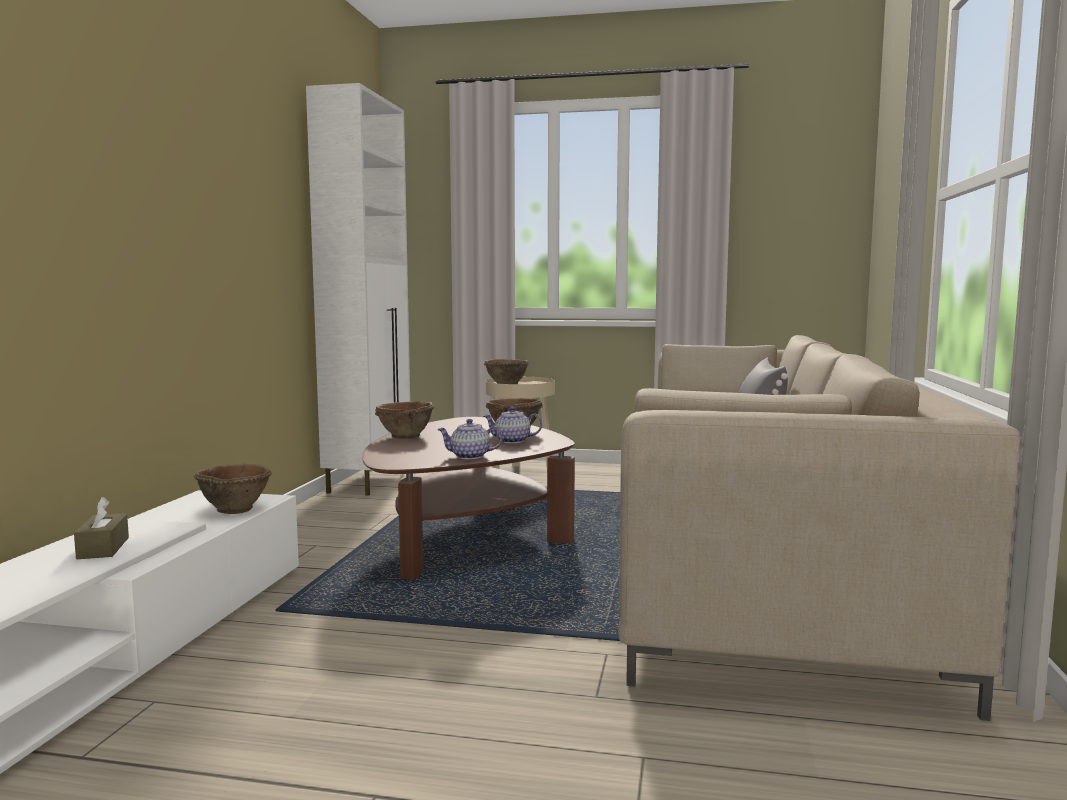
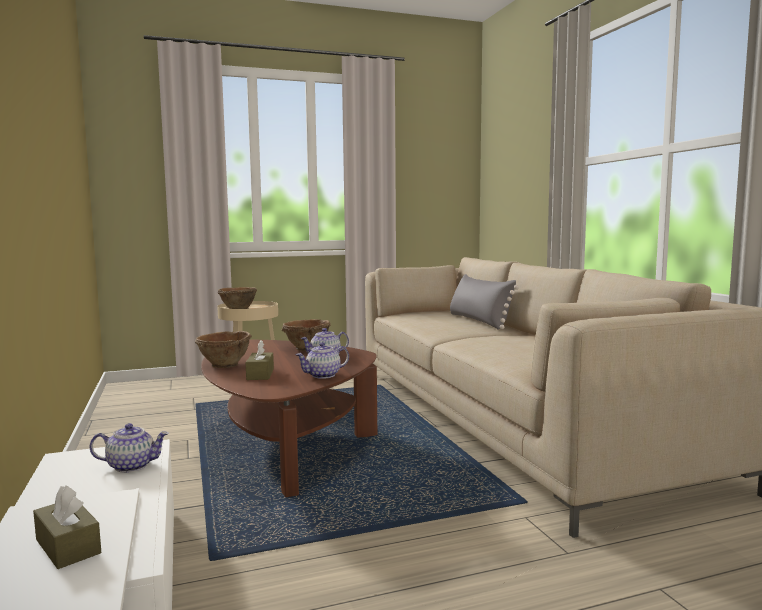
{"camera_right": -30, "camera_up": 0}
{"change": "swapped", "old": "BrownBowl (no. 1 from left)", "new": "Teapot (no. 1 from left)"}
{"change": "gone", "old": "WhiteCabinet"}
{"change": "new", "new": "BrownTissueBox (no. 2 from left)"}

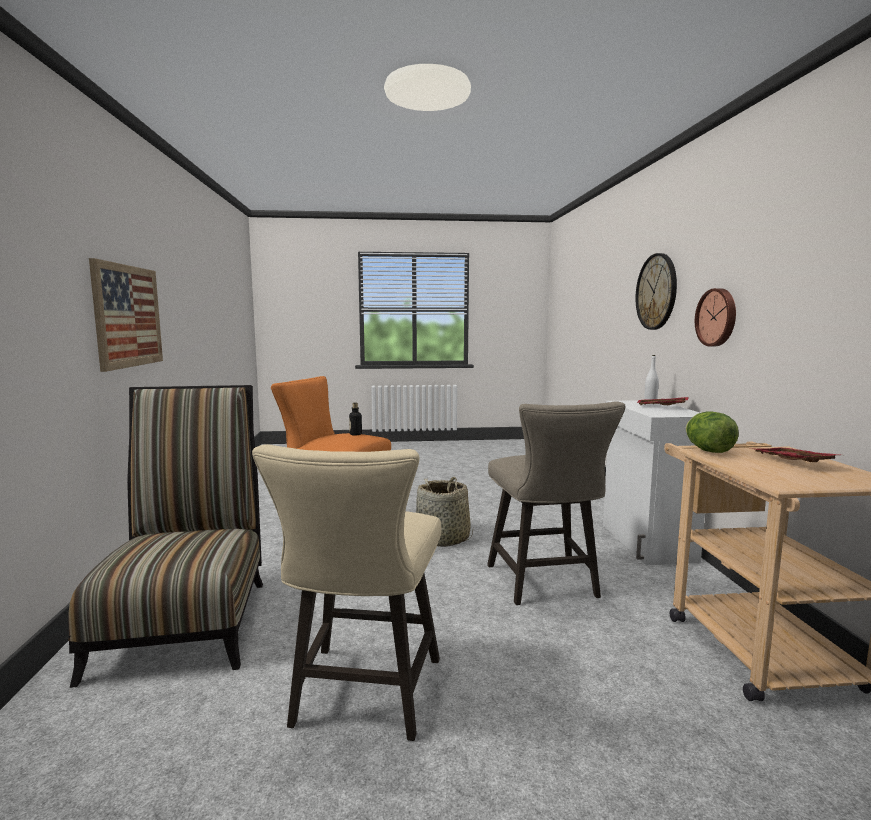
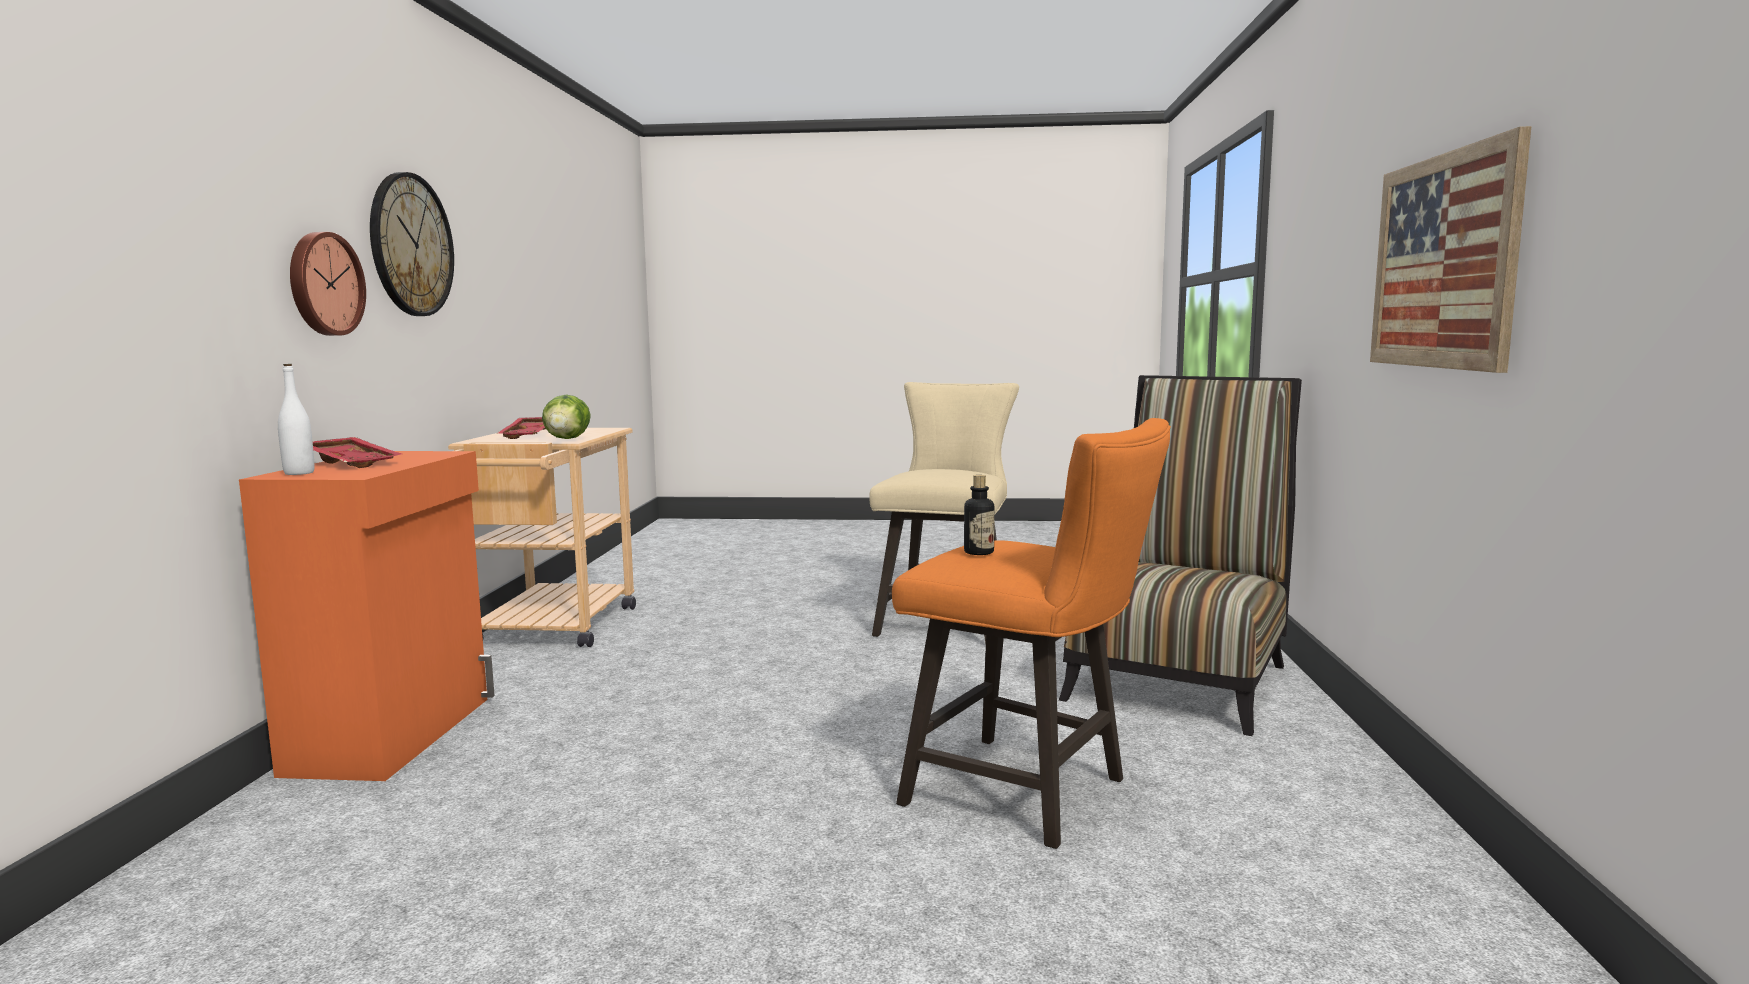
{"camera_right": -170, "camera_up": 0}
{"change": "rotated", "old": "Chair", "degrees": -150}
{"change": "gone", "old": "Basket"}
{"change": "gone", "old": "BeigeStool (no. 2 from left)"}
{"change": "repainted", "old": "WhiteCabinet", "new": "OrangeCabinet"}
{"change": "shifted", "old": "WallClock (no. 1 from left in the first image)", "new": "WallClock (no. 2 from left)"}

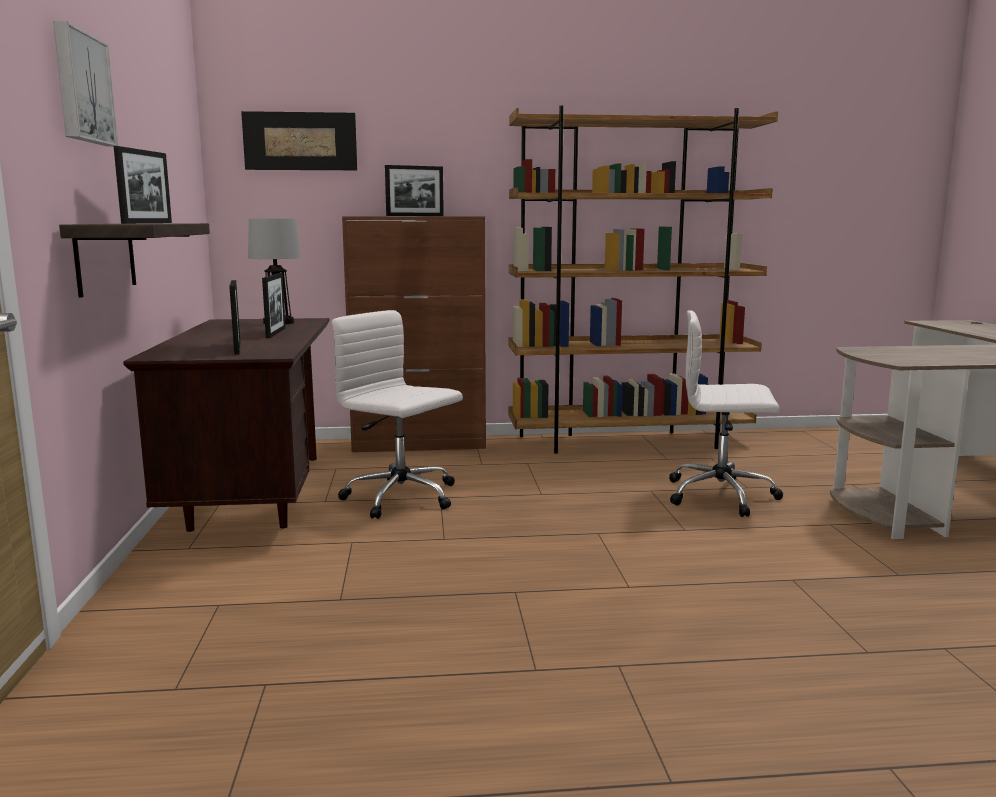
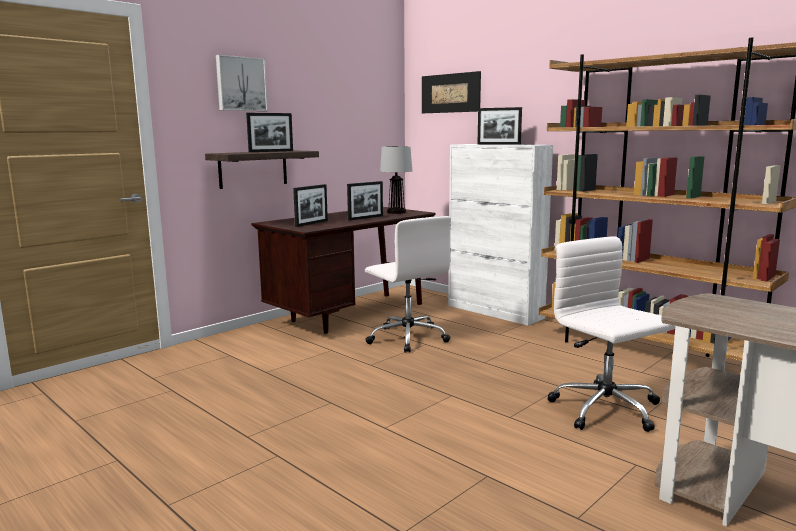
{"camera_right": 50, "camera_up": 0}
{"change": "rotated", "old": "WhiteOfficeChair (no. 1 from left)", "degrees": 150}
{"change": "repainted", "old": "BrownCabinet", "new": "WhiteCabinet"}

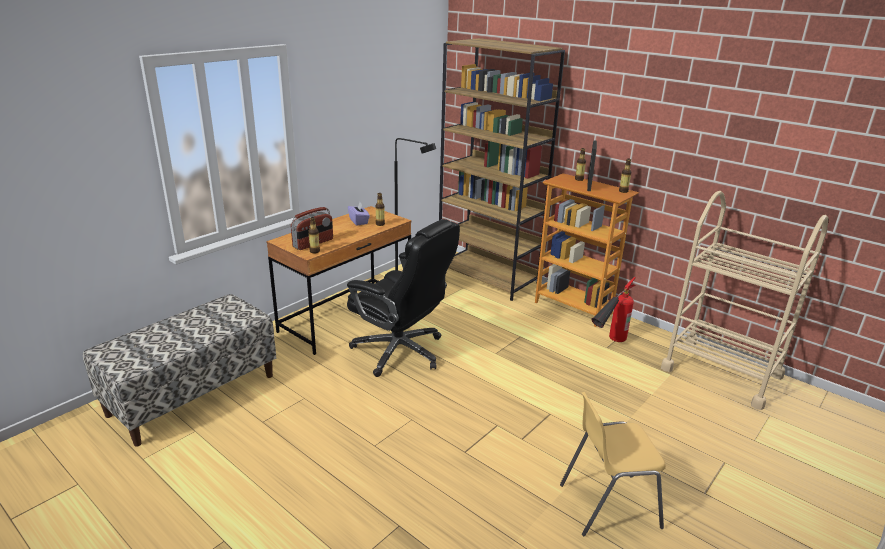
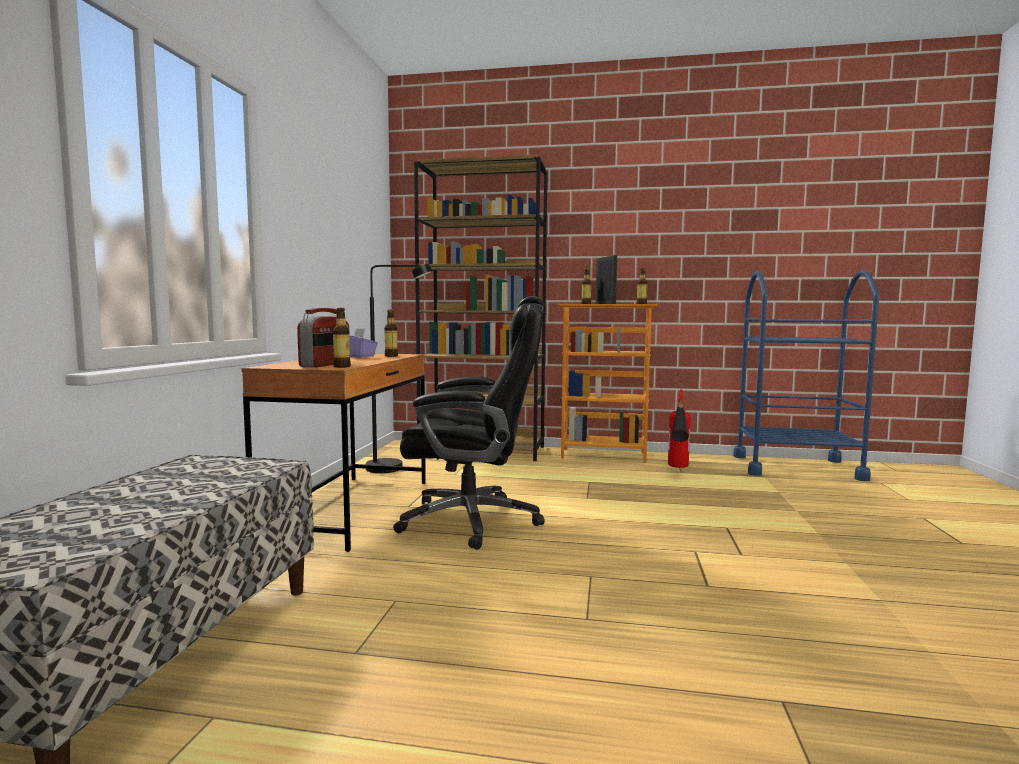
{"camera_right": -30, "camera_up": -20}
{"change": "gone", "old": "YellowChair"}
{"change": "repainted", "old": "BeigeCart", "new": "BlueCart"}

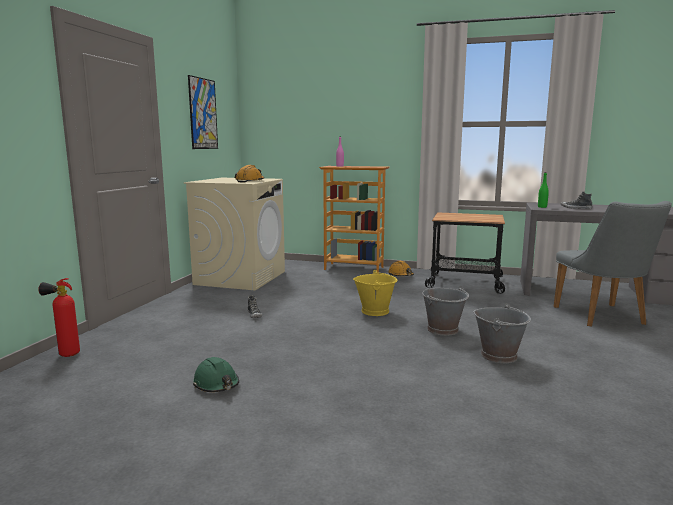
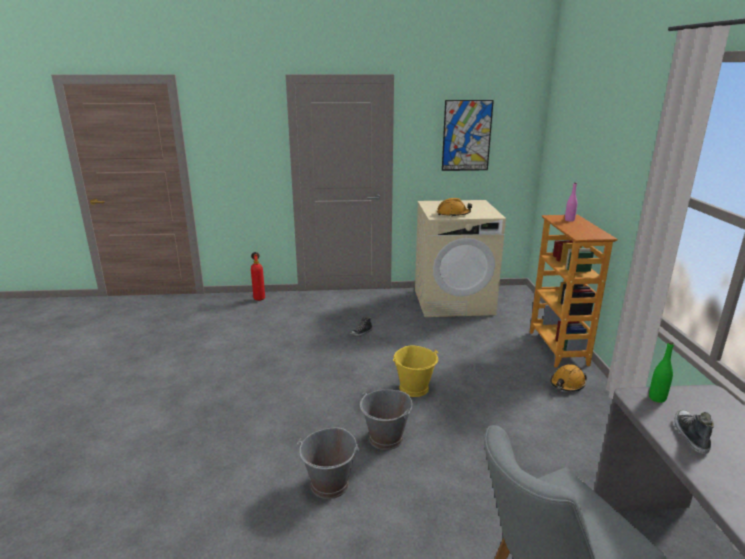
{"camera_right": 70, "camera_up": 10}
{"change": "gone", "old": "GreenHardHat"}
{"change": "gone", "old": "Cart"}

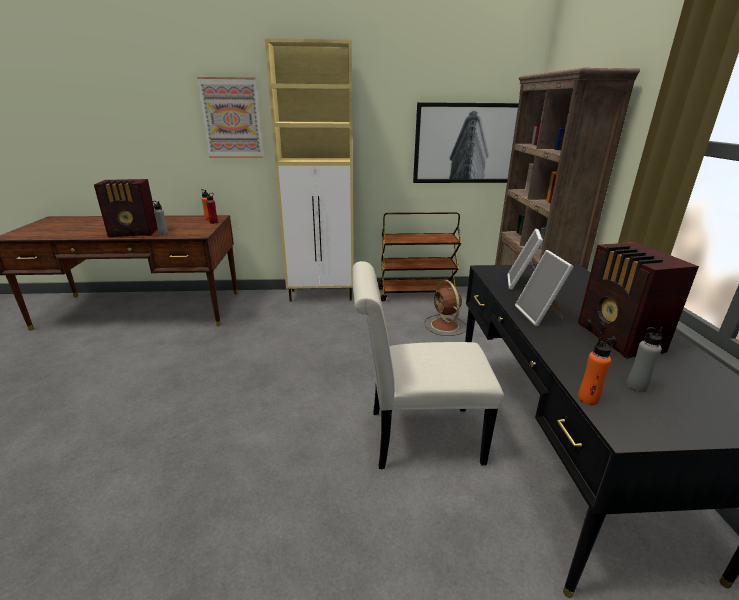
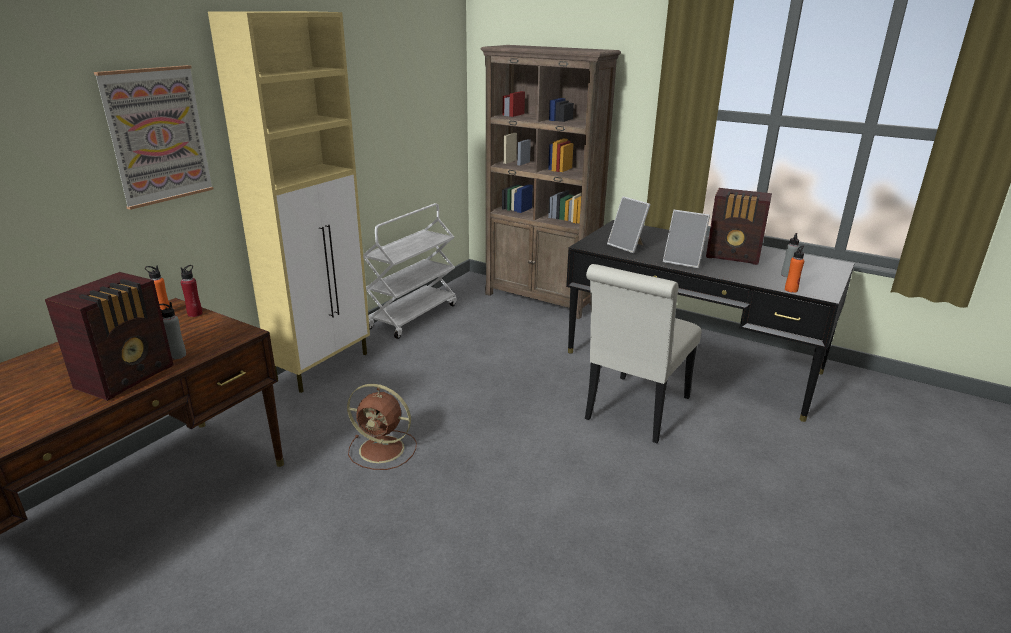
{"camera_right": -55, "camera_up": 0}
{"change": "repainted", "old": "BrownCart", "new": "WhiteCart"}
{"change": "gone", "old": "Picture (no. 2 from left)"}
{"change": "shifted", "old": "BrownFan"}

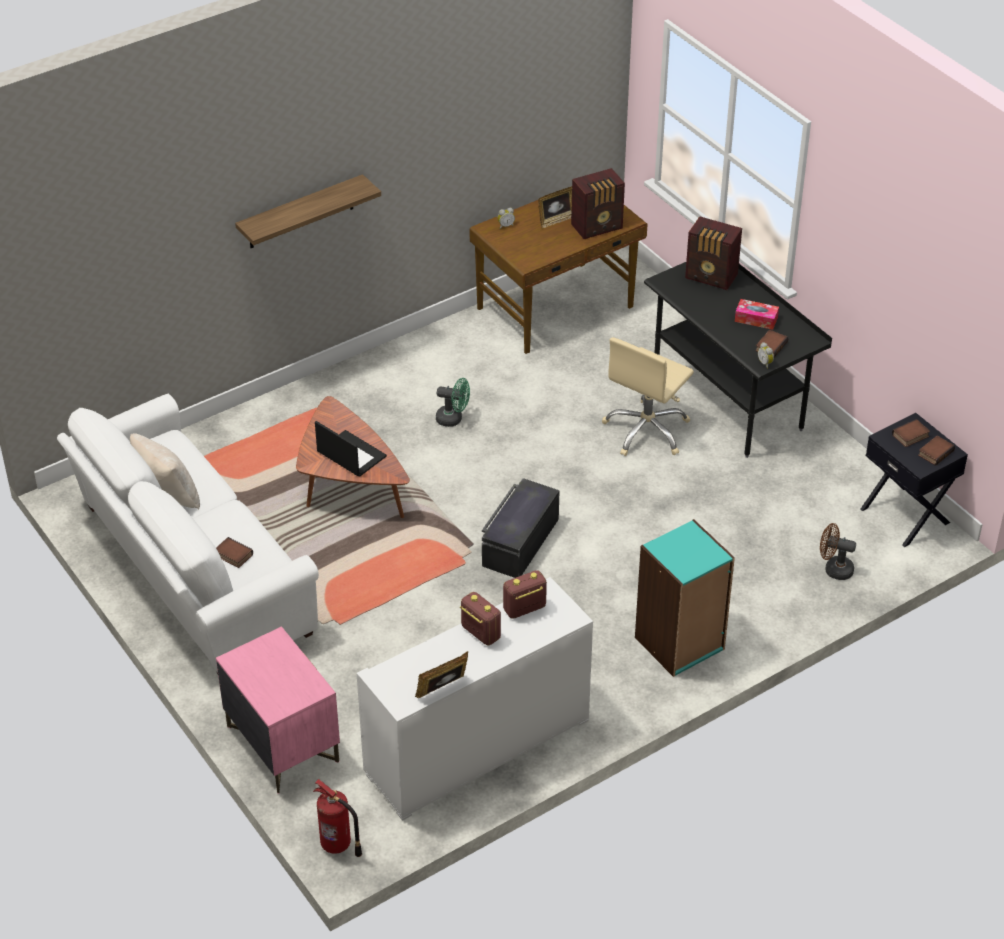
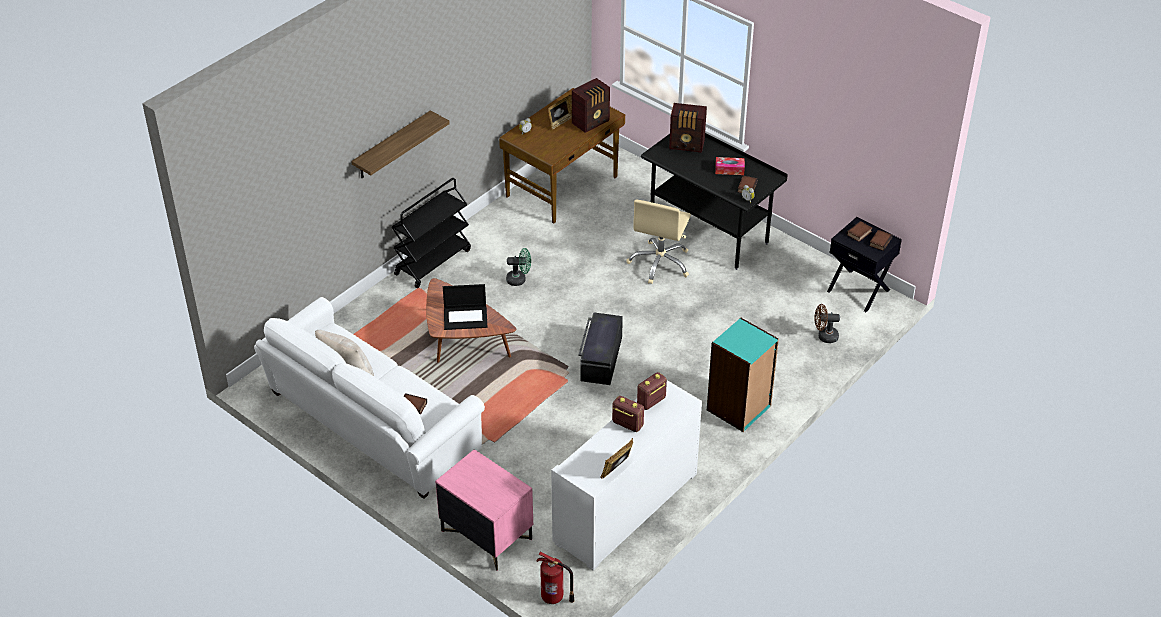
{"camera_right": -15, "camera_up": 0}
{"change": "rotated", "old": "Laptop", "degrees": 150}
{"change": "new", "new": "BlackCart"}

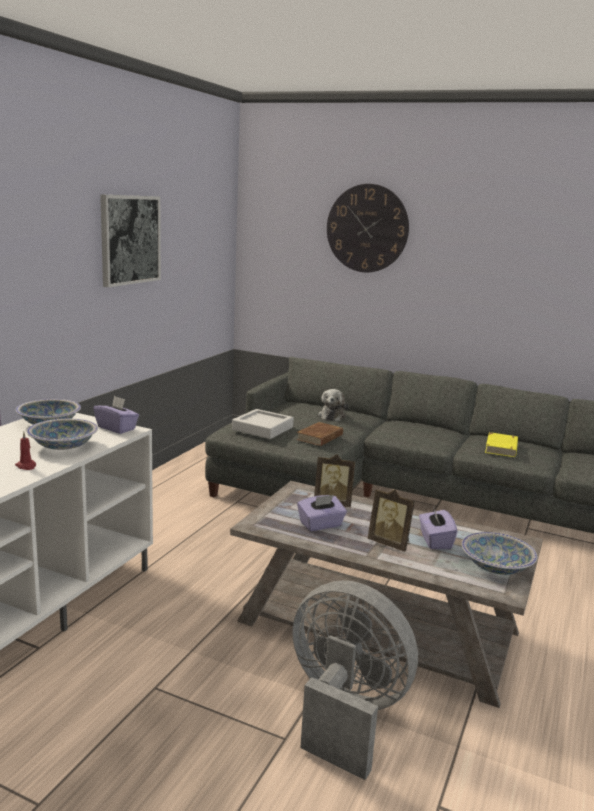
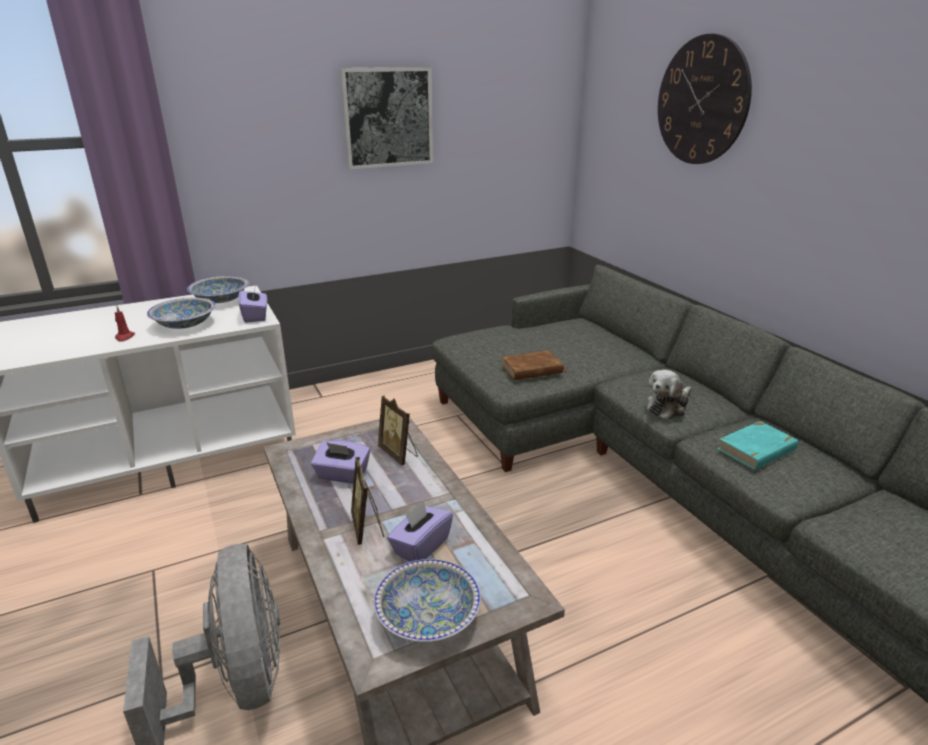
{"camera_right": 40, "camera_up": 10}
{"change": "gone", "old": "GreyTray"}
{"change": "shifted", "old": "PlushToy"}
{"change": "repainted", "old": "YellowBook", "new": "TurquoiseBook"}

